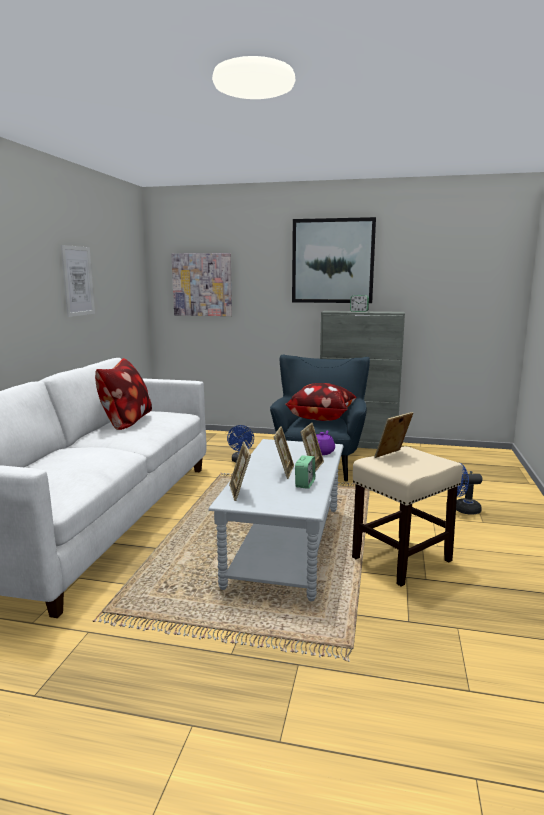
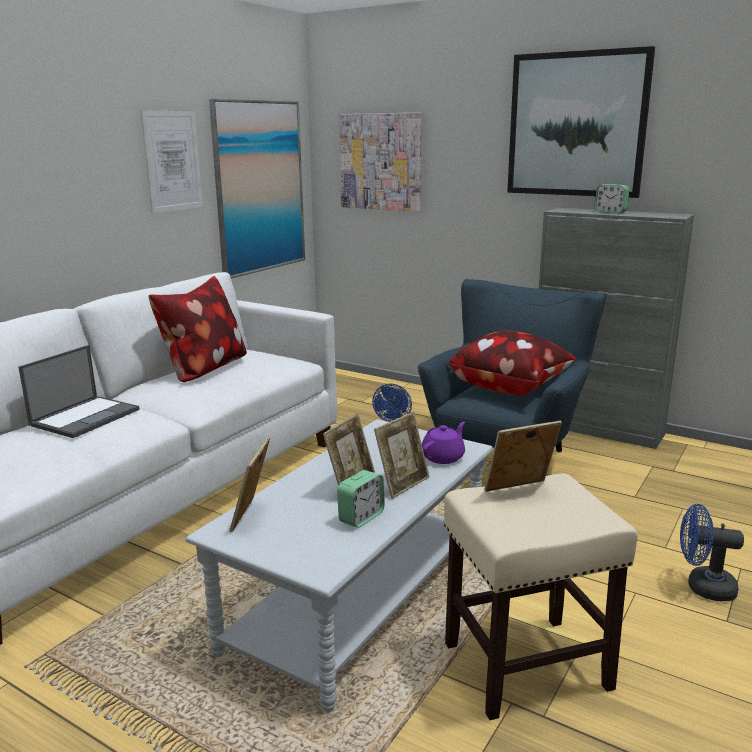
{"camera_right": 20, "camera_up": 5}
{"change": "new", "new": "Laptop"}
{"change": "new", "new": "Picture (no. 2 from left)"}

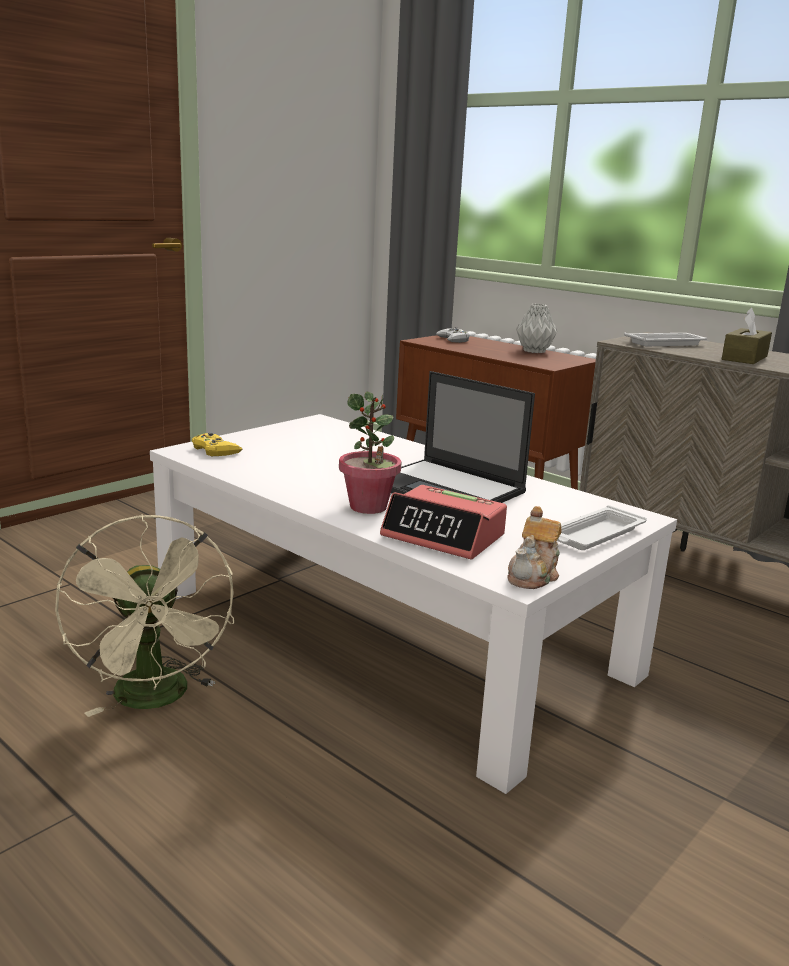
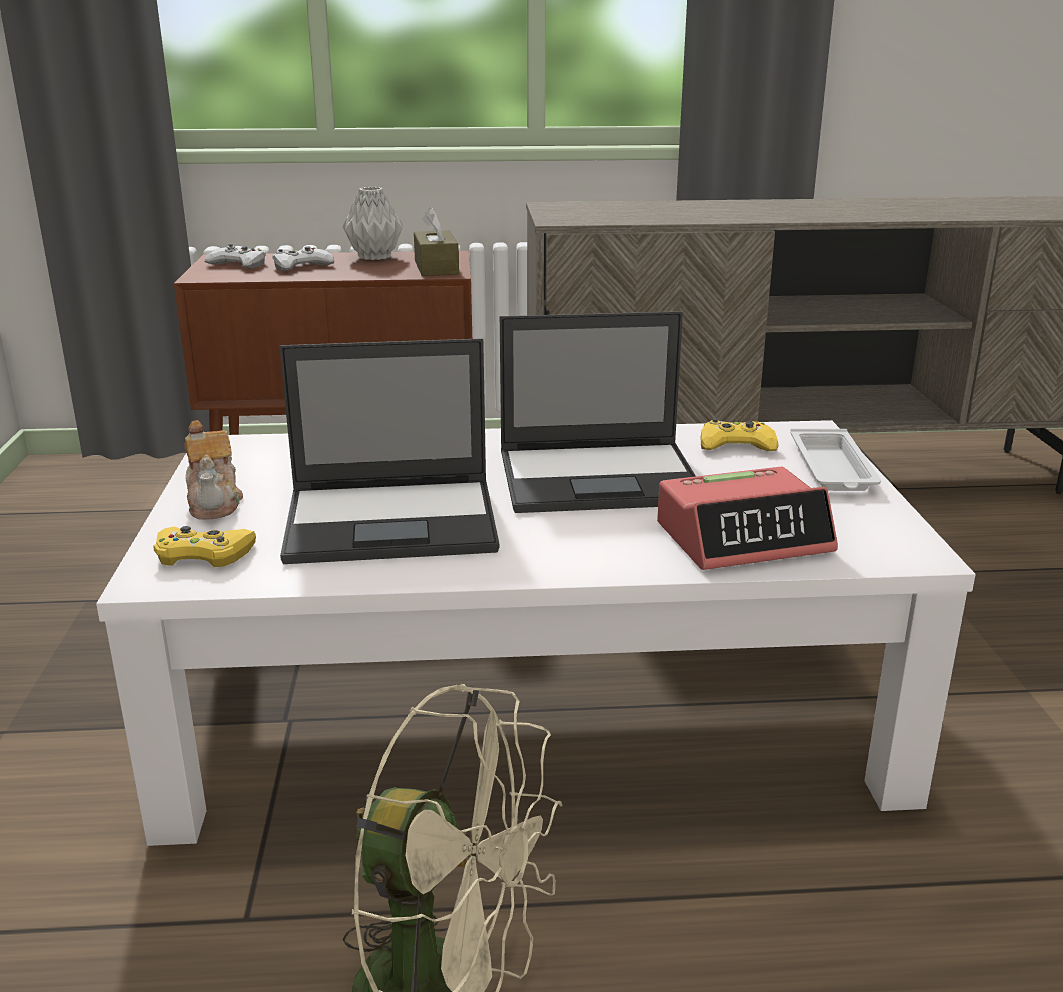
{"camera_right": -45, "camera_up": 5}
{"change": "gone", "old": "PottedPlant"}
{"change": "shifted", "old": "Teapot"}
{"change": "gone", "old": "WhiteTray (no. 2 from left)"}
{"change": "shifted", "old": "BrownTissueBox"}
{"change": "new", "new": "WhiteGameController (no. 2 from left)"}
{"change": "new", "new": "Laptop (no. 1 from left)"}
{"change": "new", "new": "YellowGameController (no. 2 from left)"}

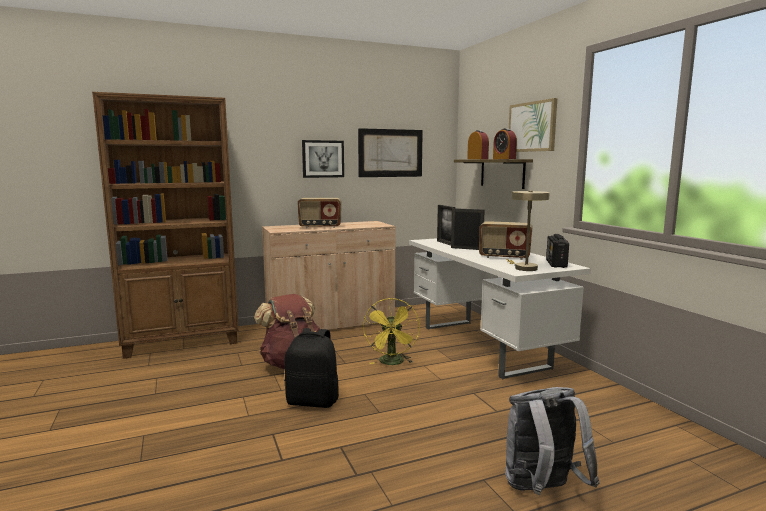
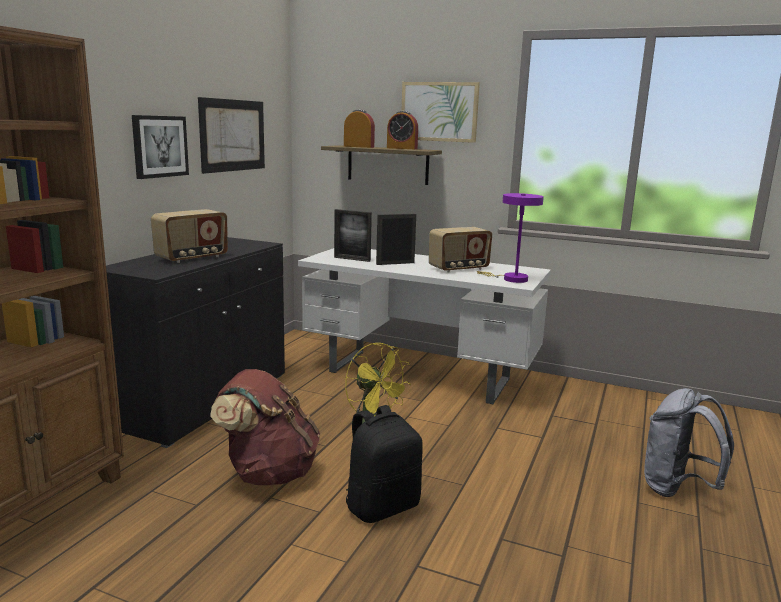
{"camera_right": -45, "camera_up": 5}
{"change": "repainted", "old": "BeigeCabinet", "new": "BlackCabinet"}
{"change": "repainted", "old": "BeigeTableLamp", "new": "PurpleTableLamp"}
{"change": "gone", "old": "Radio (no. 3 from left)"}

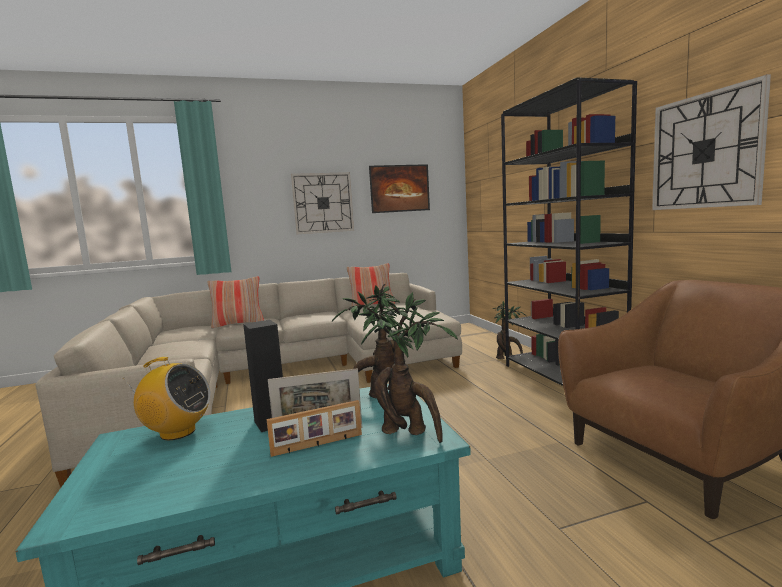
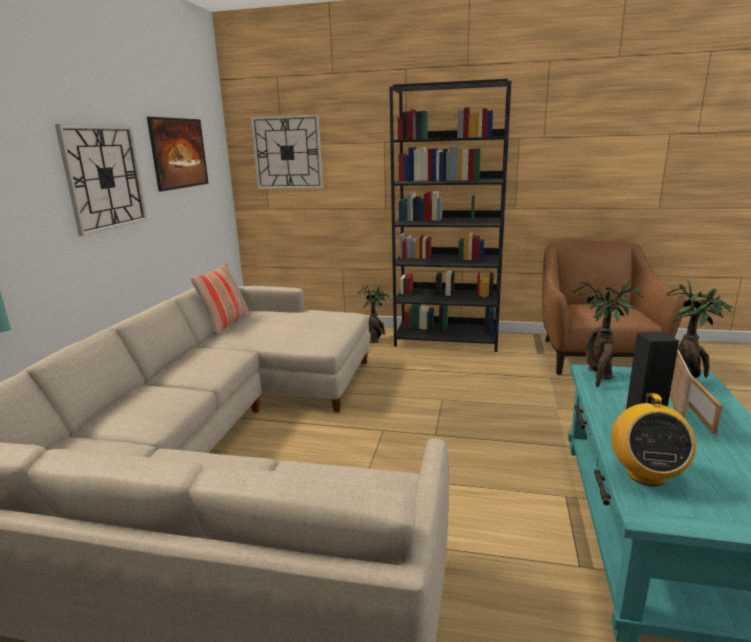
{"camera_right": -60, "camera_up": 10}
{"change": "rotated", "old": "Radio", "degrees": 150}
{"change": "gone", "old": "Pillow (no. 1 from left)"}
{"change": "shifted", "old": "WallClock (no. 2 from left)"}

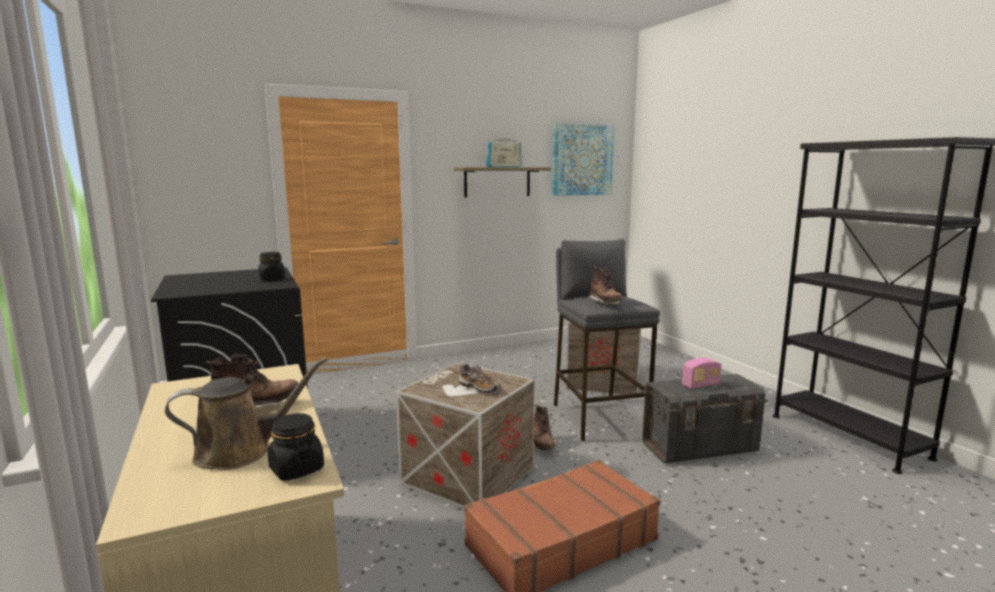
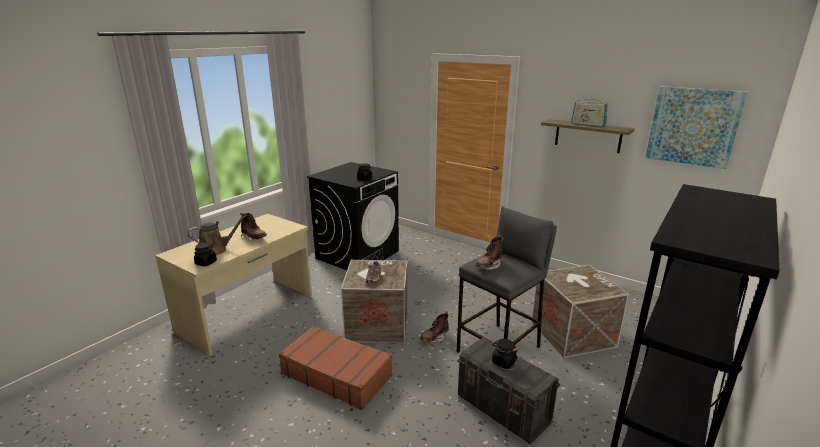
{"camera_right": 60, "camera_up": 10}
{"change": "rotated", "old": "BrownWateringCan", "degrees": -60}
{"change": "swapped", "old": "Radio (no. 2 from left)", "new": "BlackJar (no. 3 from left)"}

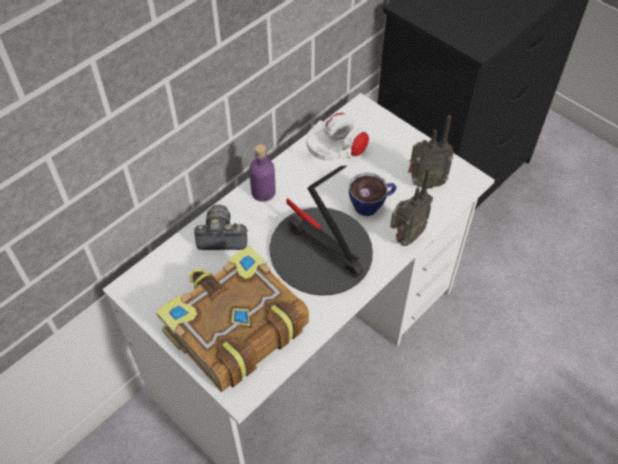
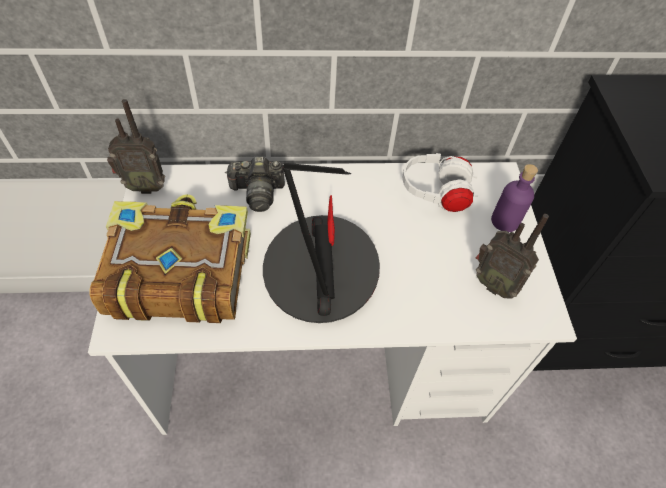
{"camera_right": 40, "camera_up": 0}
{"change": "rotated", "old": "PhotoCamera", "degrees": 135}
{"change": "shifted", "old": "PurpleBottle"}
{"change": "gone", "old": "Cup"}
{"change": "shifted", "old": "Radio (no. 1 from left)"}

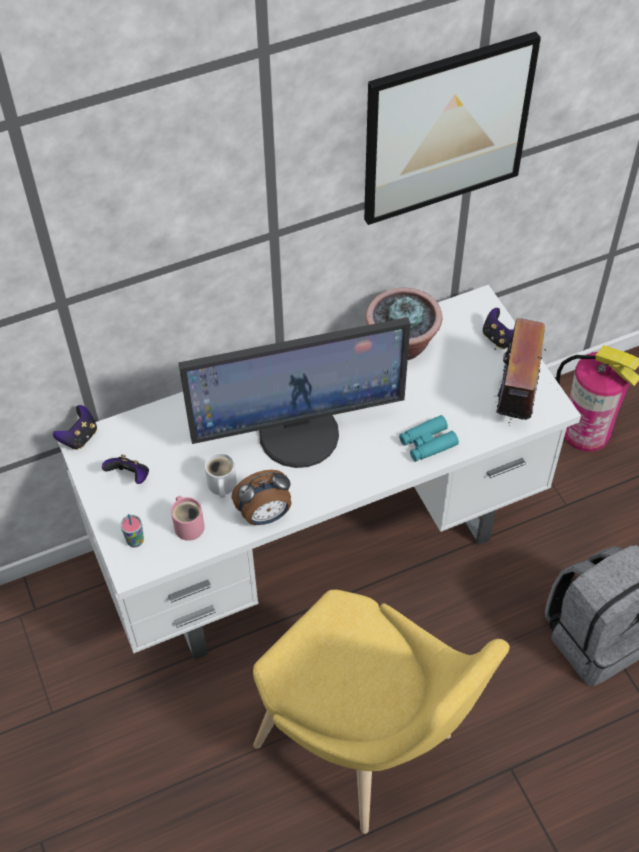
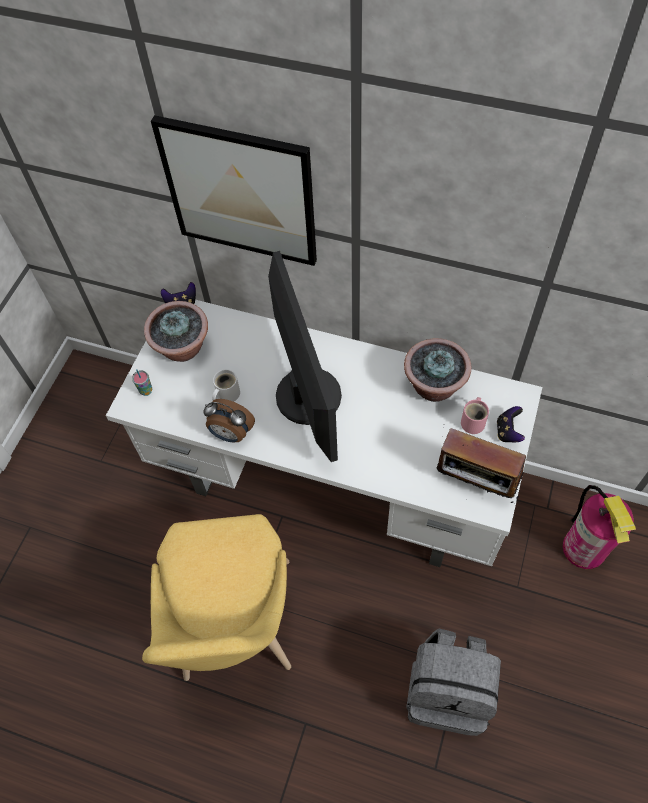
{"camera_right": 45, "camera_up": 5}
{"change": "swapped", "old": "GameController (no. 2 from left)", "new": "PottedPlant (no. 1 from left)"}
{"change": "shifted", "old": "PinkMug"}
{"change": "rotated", "old": "Monitor", "degrees": -135}
{"change": "shifted", "old": "Picture"}
{"change": "gone", "old": "TurquoiseBinoculars"}
{"change": "rotated", "old": "Radio", "degrees": 60}

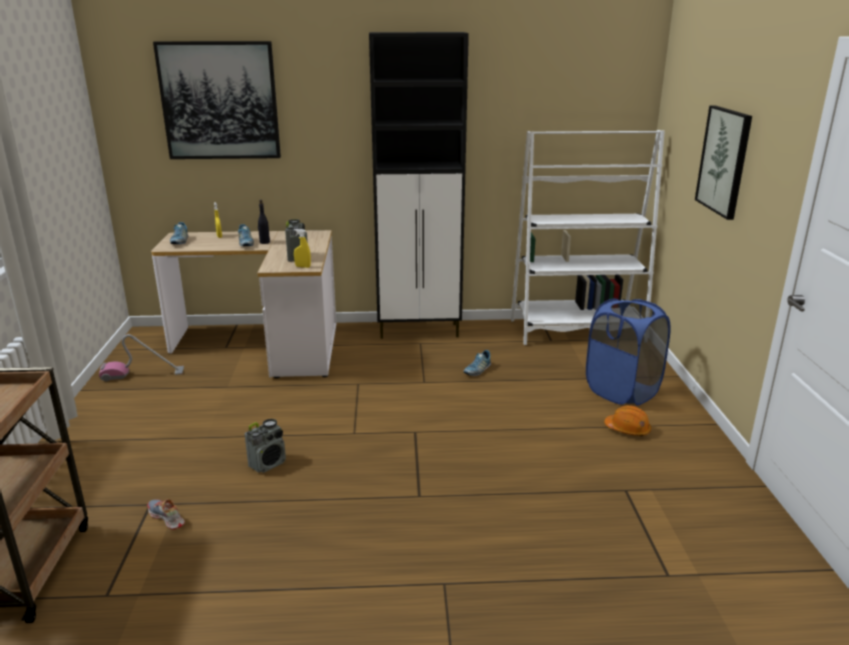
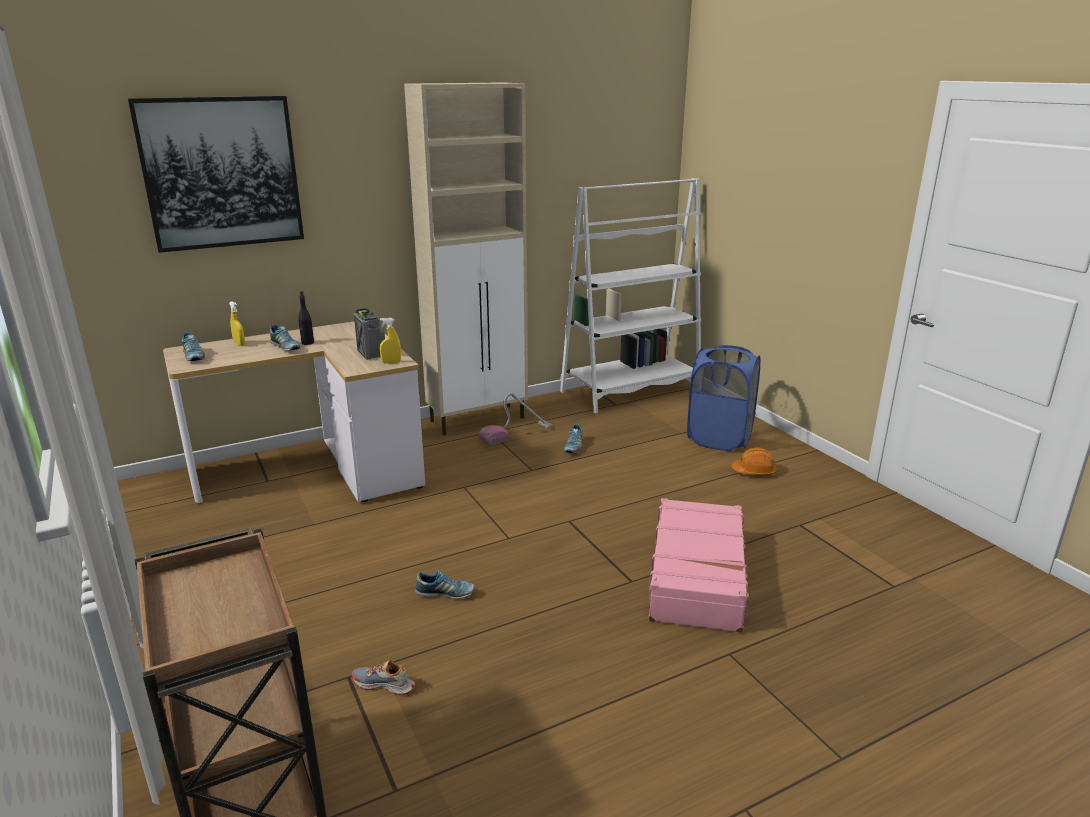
{"camera_right": -25, "camera_up": 0}
{"change": "shifted", "old": "VacuumCleaner"}
{"change": "swapped", "old": "Radio (no. 1 from left)", "new": "Shoe (no. 4 from left)"}
{"change": "repainted", "old": "BlackCabinet", "new": "BeigeCabinet"}
{"change": "gone", "old": "Picture (no. 2 from left)"}
{"change": "new", "new": "PinkSuitcase"}

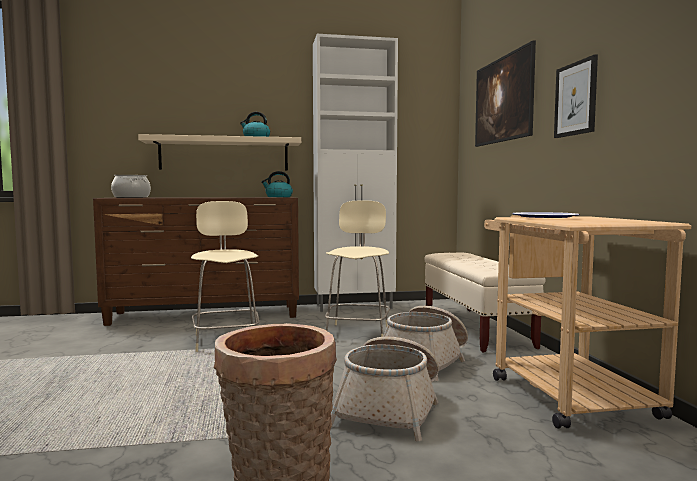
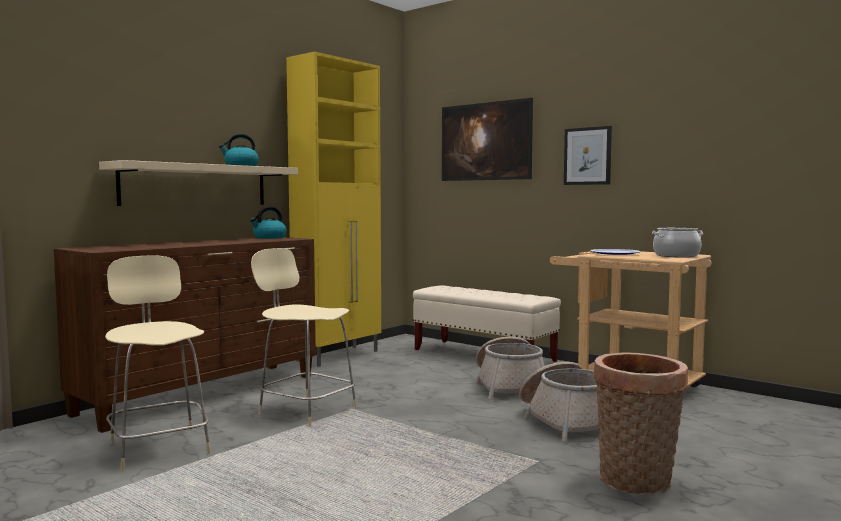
{"camera_right": -40, "camera_up": 0}
{"change": "shifted", "old": "CookingPot"}
{"change": "repainted", "old": "WhiteCabinet", "new": "YellowCabinet"}
{"change": "shifted", "old": "BeigeChair (no. 2 from left in the first image)", "new": "BeigeChair (no. 1 from left)"}

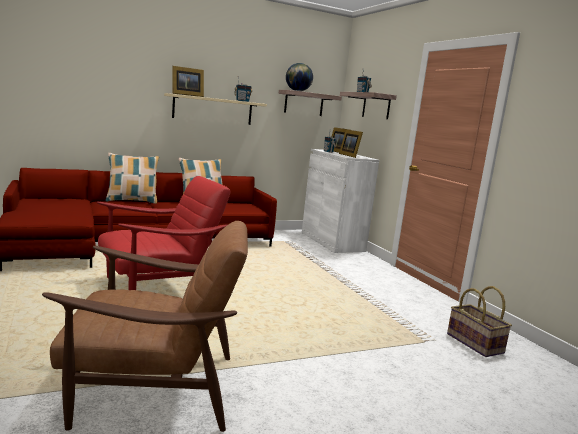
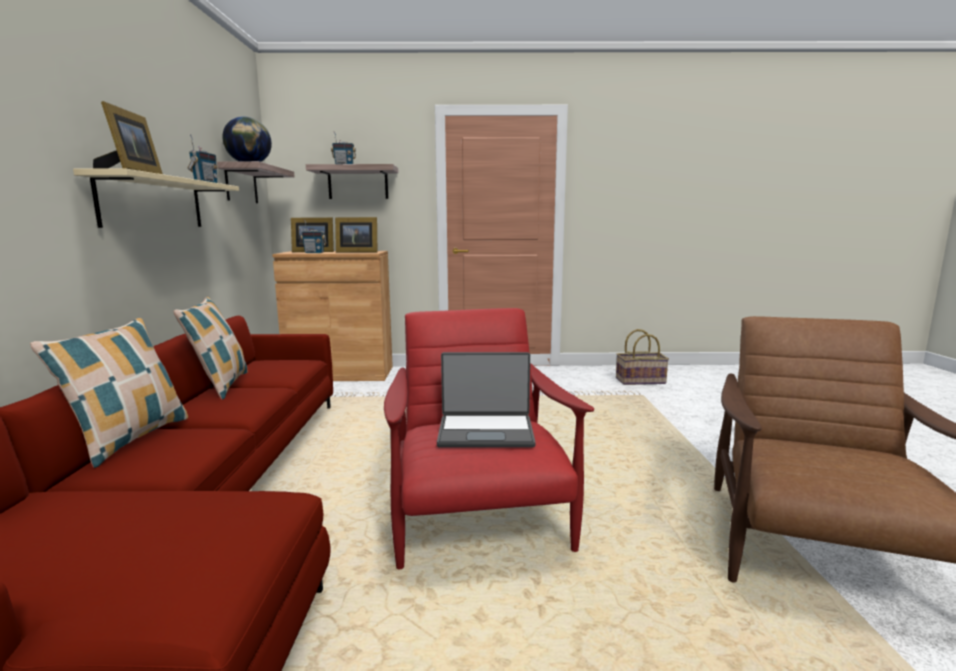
{"camera_right": -65, "camera_up": 0}
{"change": "repainted", "old": "WhiteCabinet", "new": "BrownCabinet"}
{"change": "new", "new": "Laptop"}

